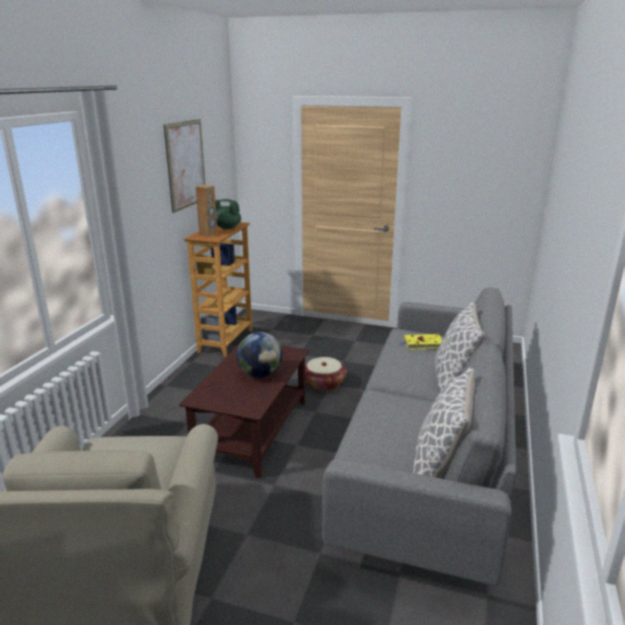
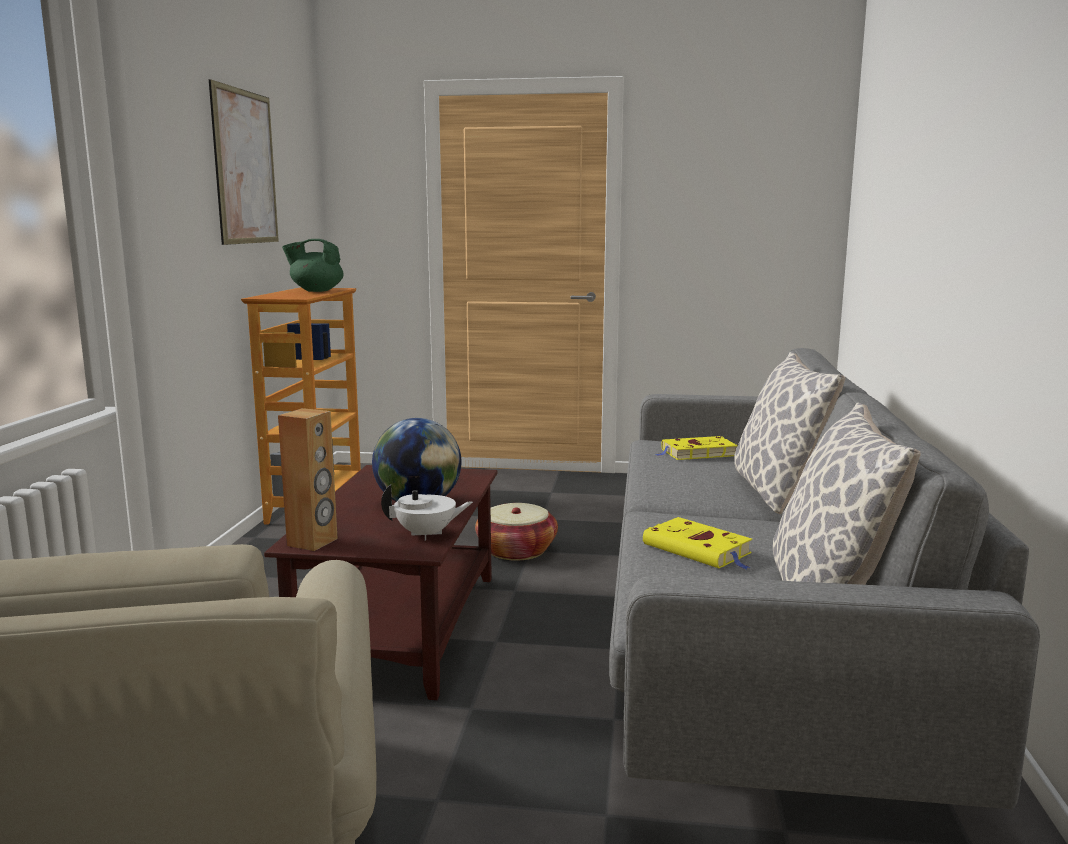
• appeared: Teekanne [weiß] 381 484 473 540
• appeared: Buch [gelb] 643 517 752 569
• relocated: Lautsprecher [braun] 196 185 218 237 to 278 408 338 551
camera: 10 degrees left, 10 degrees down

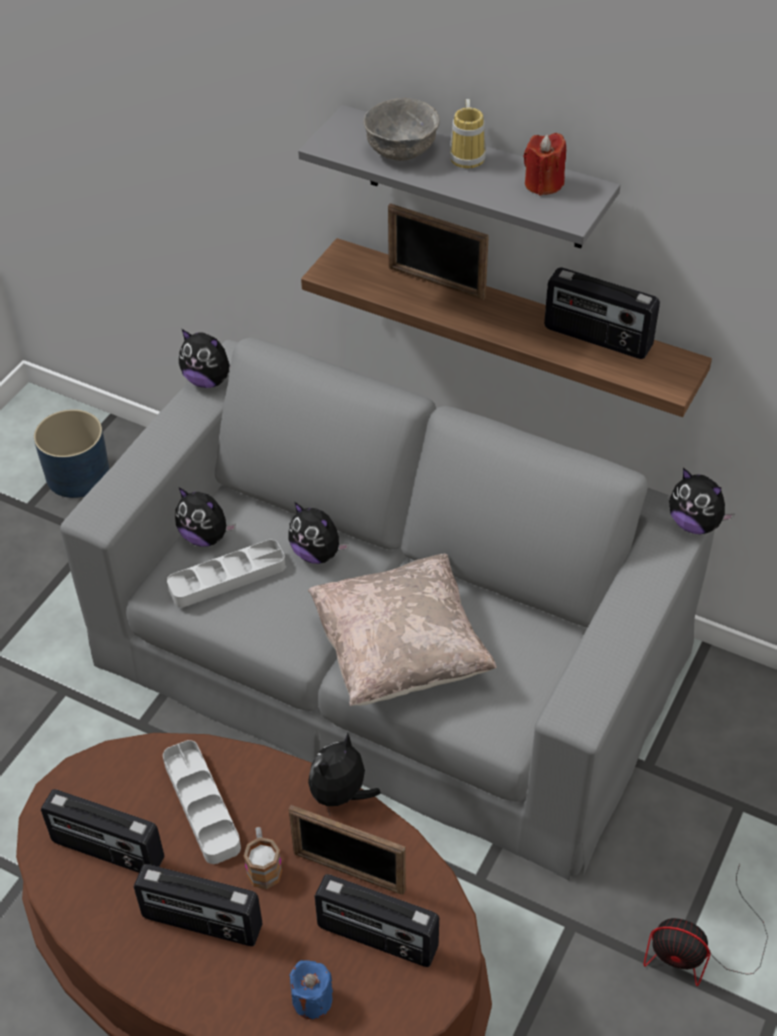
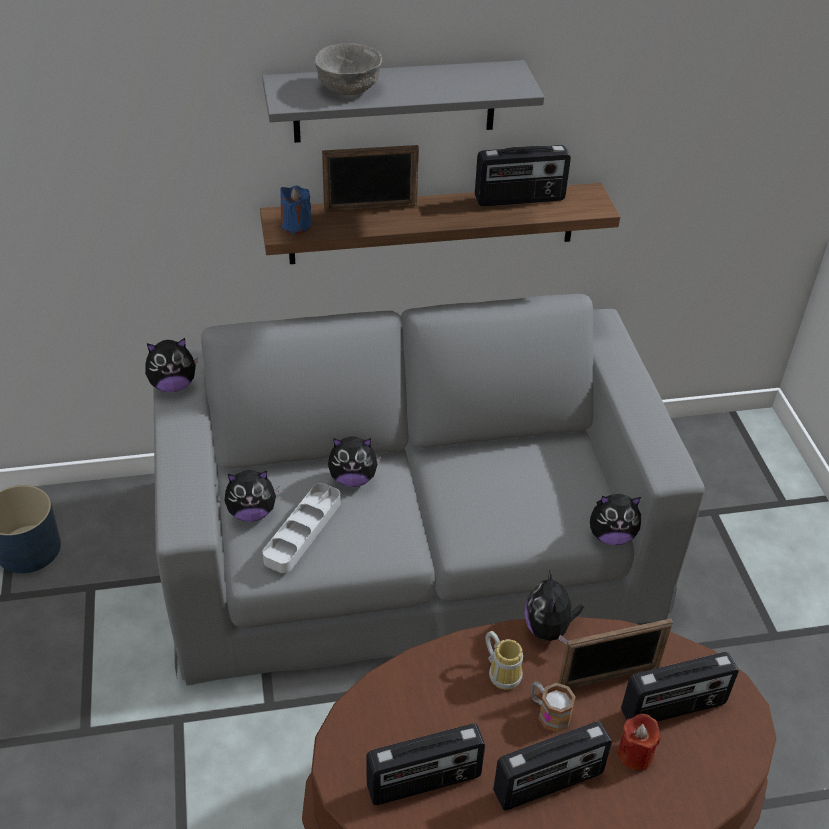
• missing: Tablett [grau] 163 740 241 864
• missing: Kissen [beige] 308 554 497 706
• missing: Ventilator 644 864 768 986
• relocated: Kerze [blau] 289 960 333 1019 to 280 186 311 233
• relocated: Henkelbecher 449 99 486 168 to 485 631 523 690
• relocated: Kerze [rot] 523 133 566 196 to 618 714 661 770
• relocated: Plüschtier 669 468 734 534 to 590 494 641 545
camera: 40 degrees left, 5 degrees down

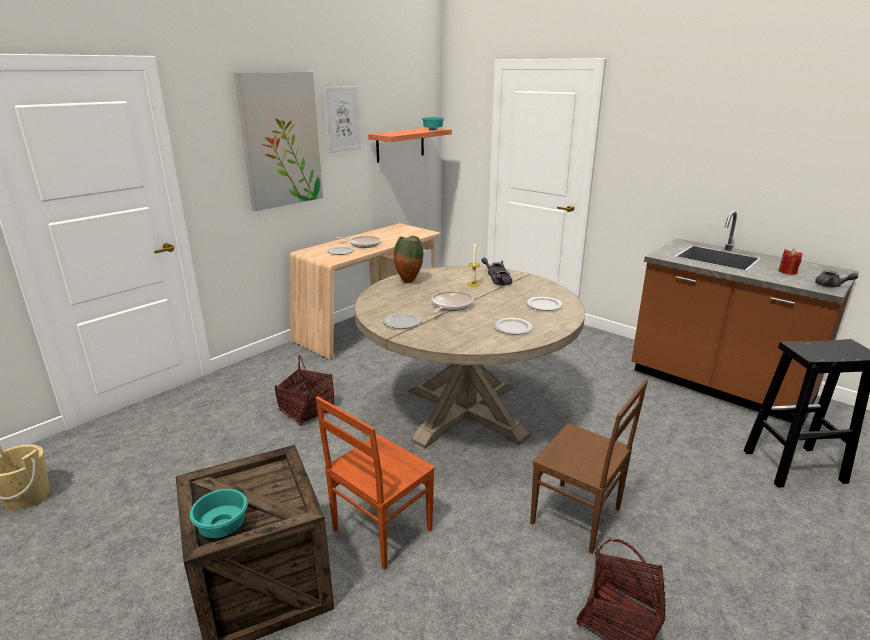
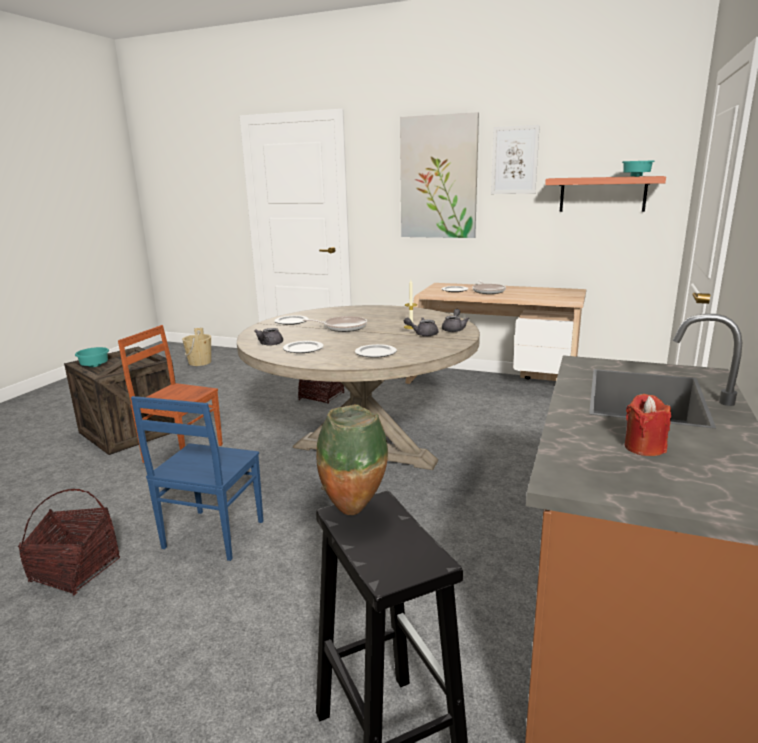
• relocated: Vase 394 236 423 283 to 316 405 388 515
• relocated: Teekanne [grau] 815 271 858 287 to 254 328 283 345
• colour: Stuhl [braun] 530 379 648 554 to Stuhl [blau] 131 396 263 561
camera: 70 degrees right, 5 degrees down

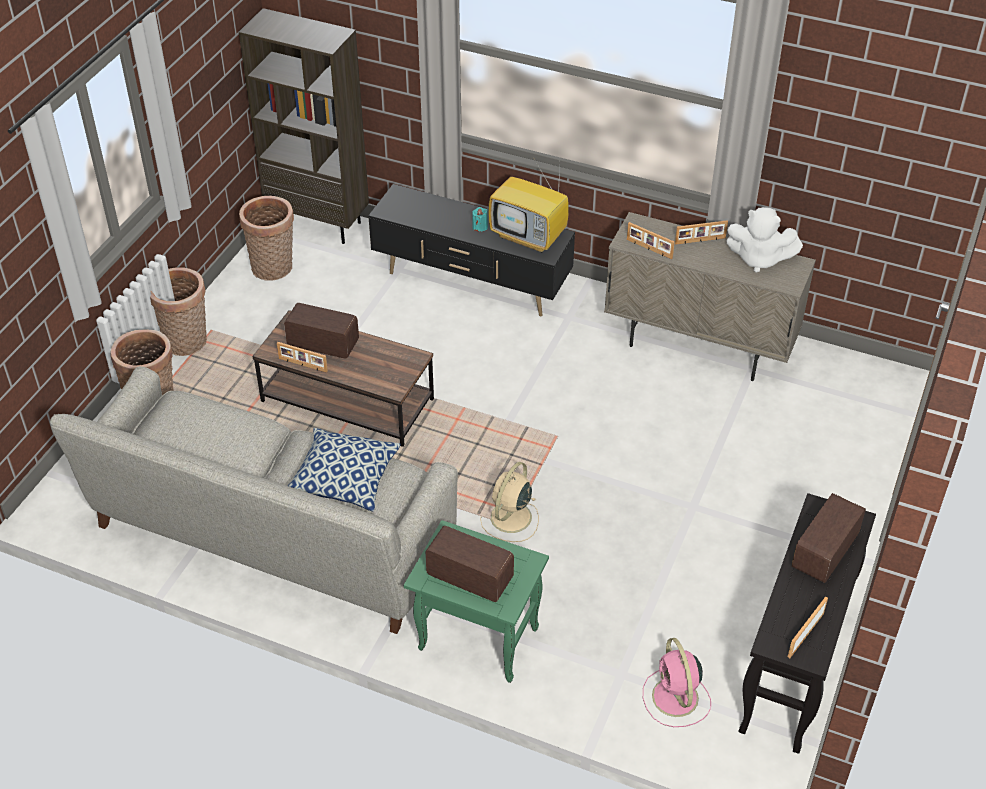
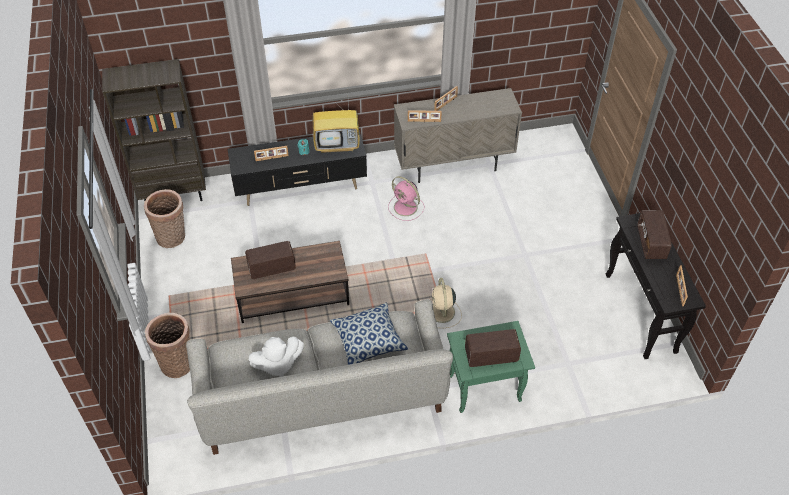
• missing: Korb 150 267 207 356
• relocated: Bilderrahmen 277 342 328 373 to 254 146 289 161
• relocated: Ventilator [rosa] 643 638 711 727 to 388 176 425 221
• relocated: Plüschtier [weiß] 726 207 803 273 to 249 337 304 377
camera: 35 degrees left, 5 degrees up

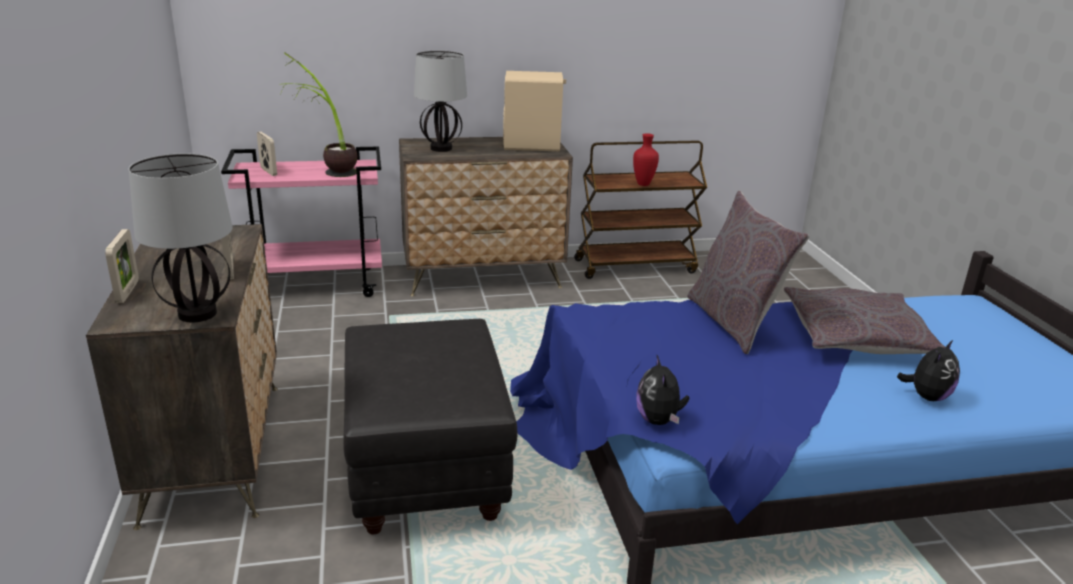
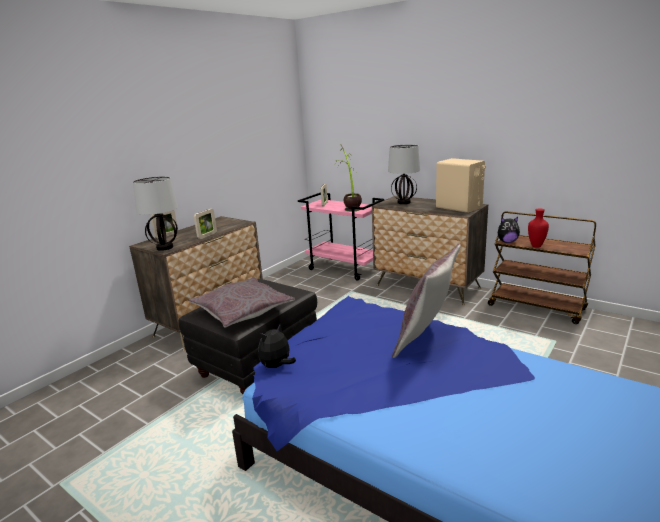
• relocated: Kissen [grau] 784 287 945 354 to 189 278 295 328
• relocated: Plüschtier 897 340 960 401 to 498 217 520 243
camera: 50 degrees right, 5 degrees down

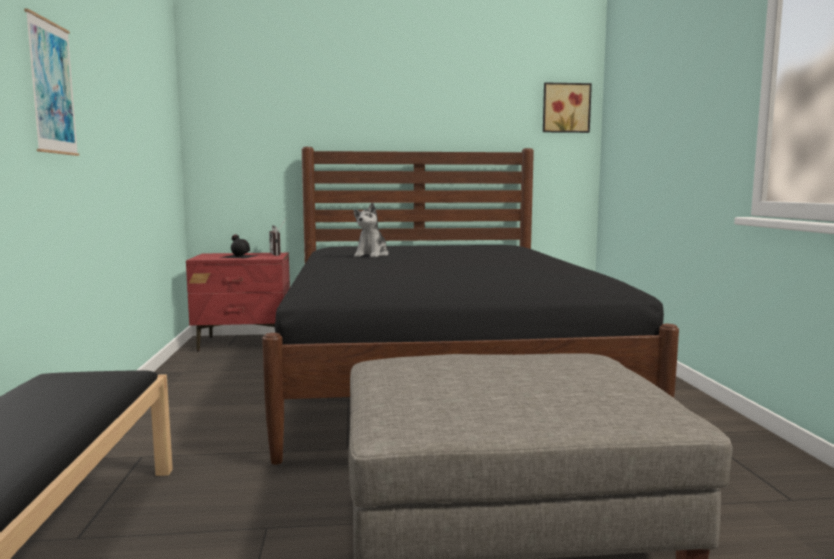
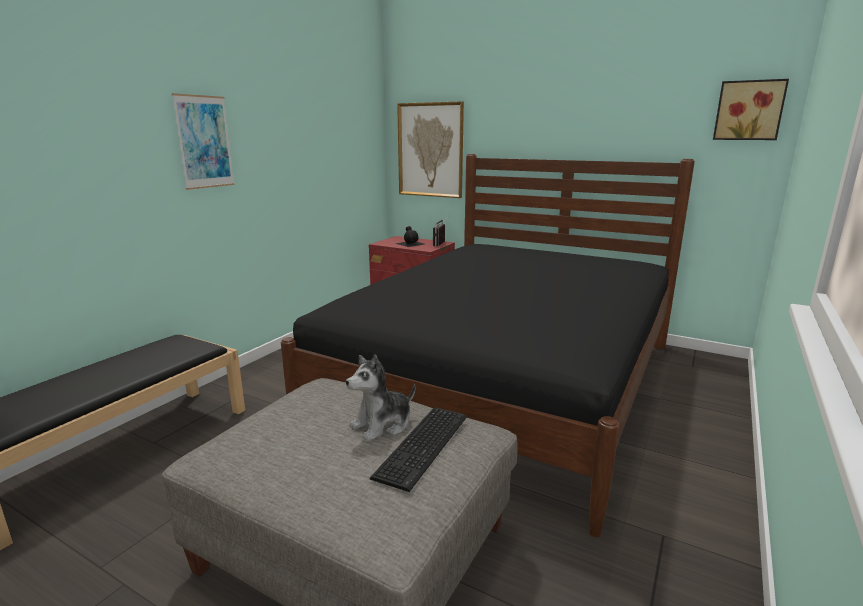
• appeared: Tastatur 370 407 467 492
• appeared: Bild 397 101 464 198
• relocated: Plüschtier 353 202 389 257 to 346 355 416 442
camera: 35 degrees right, 10 degrees up

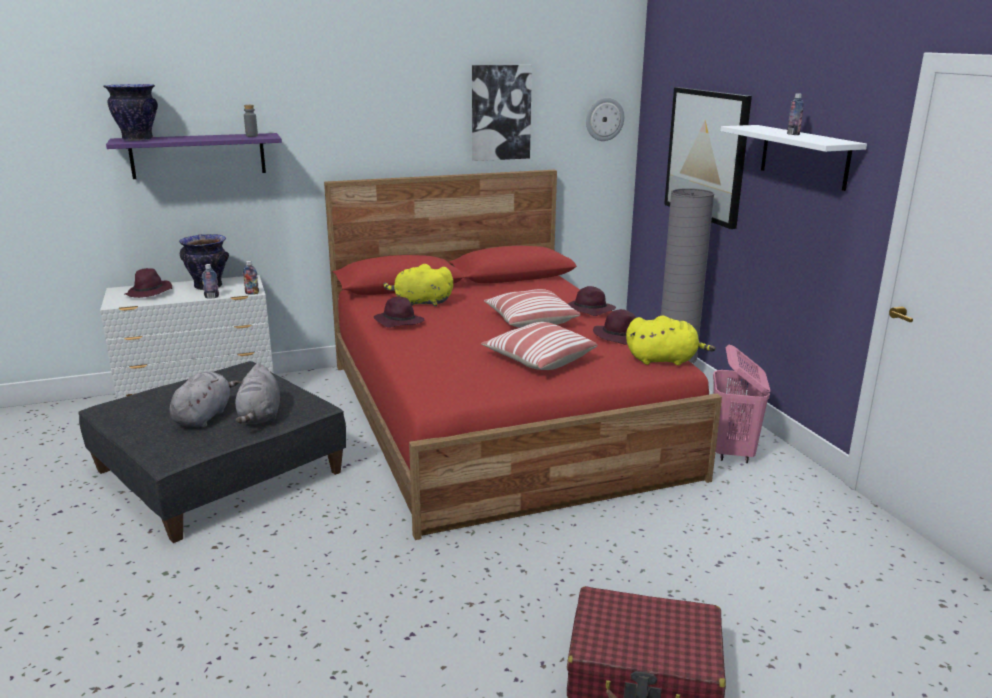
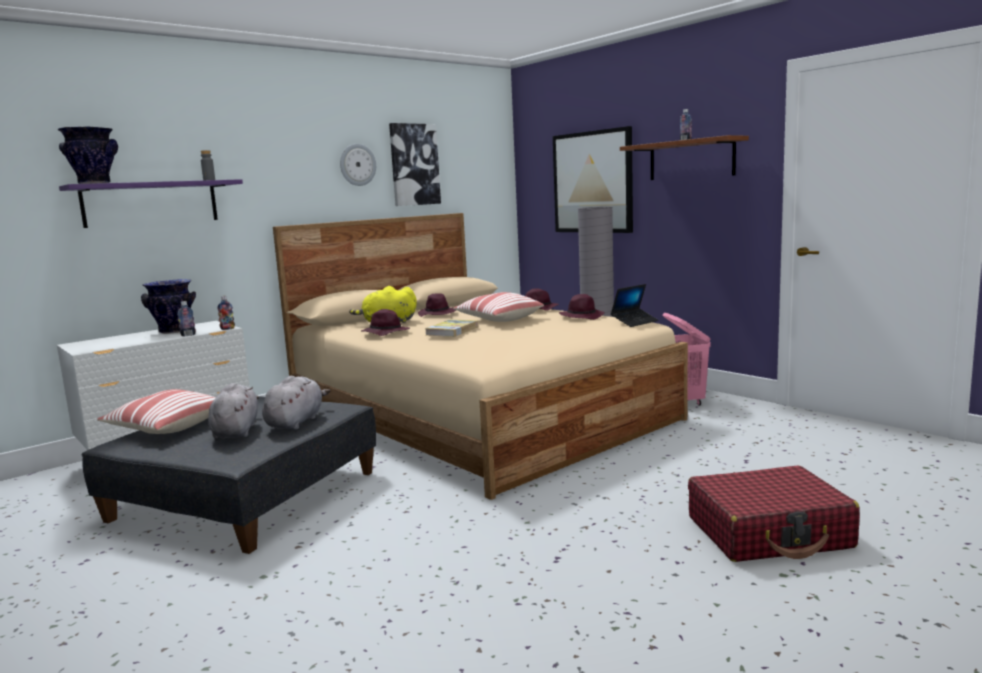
• appeared: Buch 425 319 478 337
• relocated: Hut [lila] 125 268 172 298 to 418 293 456 317
• relocated: Kissen 481 322 598 370 to 97 389 216 434
• relocated: Wanduhr 586 97 624 141 to 340 144 376 186
• exchanged: Plüschtier [gelb] 626 315 716 365 to Laptop 611 284 659 327
• colour: Bett [rot] 324 170 722 540 to Bett [beige] 273 213 688 500
• colour: Wandregal [weiß] 721 125 867 191 to Wandregal [braun] 620 135 749 180
• spun: Plüschtier [grau] 235 363 280 424 = 262 376 330 430 135 degrees counterclockwise
camera: 20 degrees left, 10 degrees down

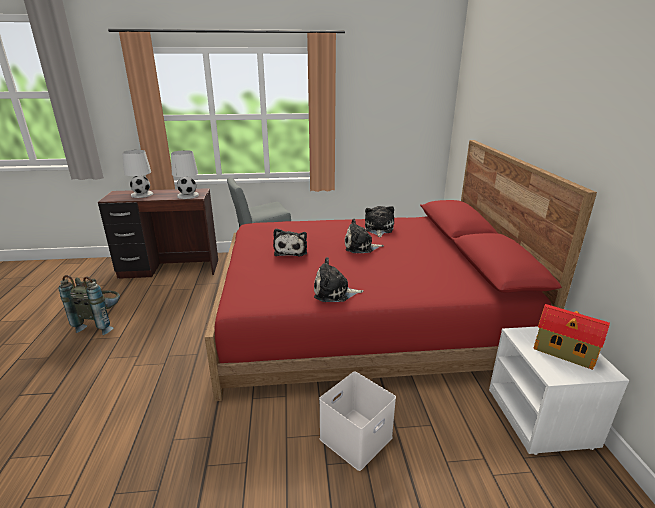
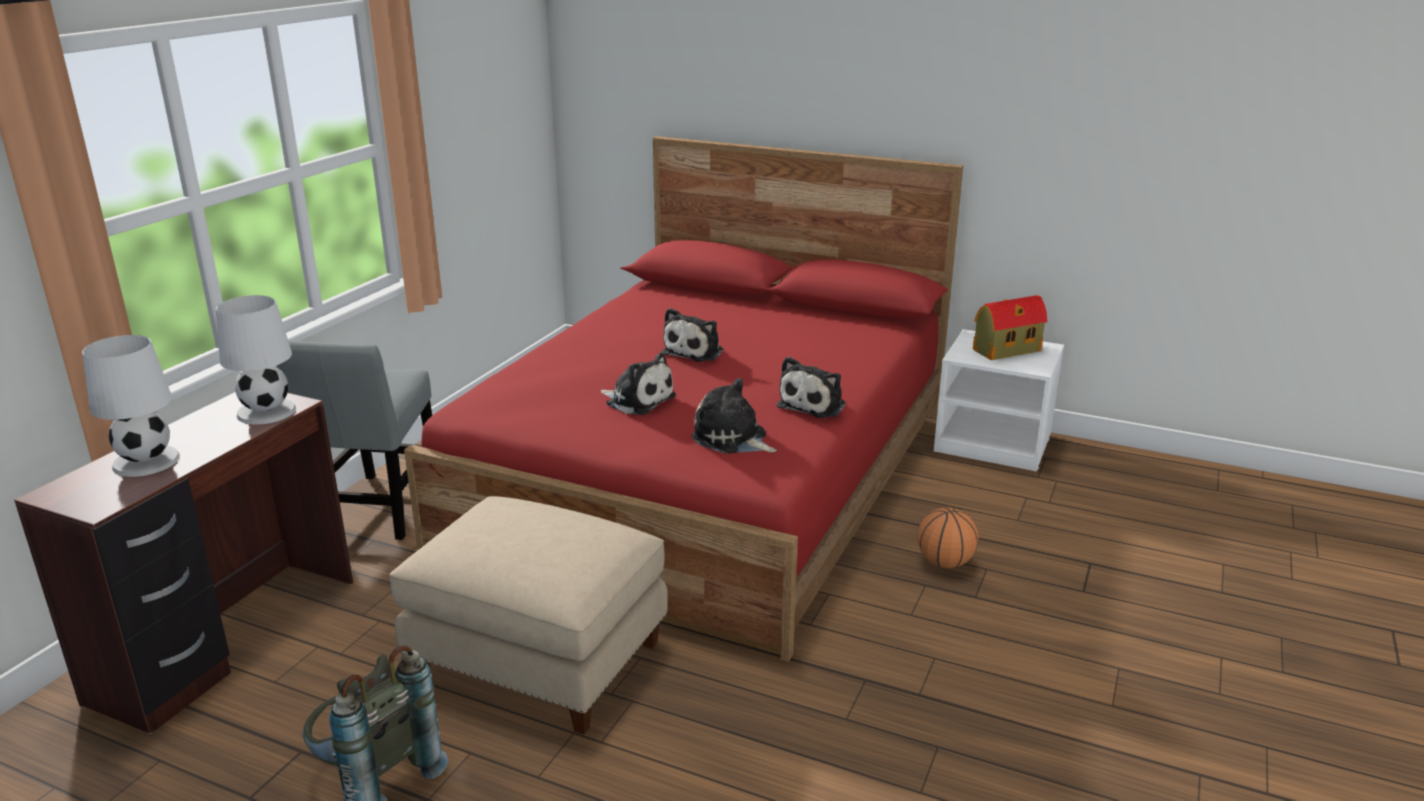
• appeared: Polsterhocker [beige] 390 496 668 735
• relocated: Plüschtier 365 206 394 237 to 691 378 777 454
• exchanged: Aufbewahrungsbox [weiß] 319 371 396 471 to Basketball 917 507 978 568
camera: 60 degrees left, 0 degrees up

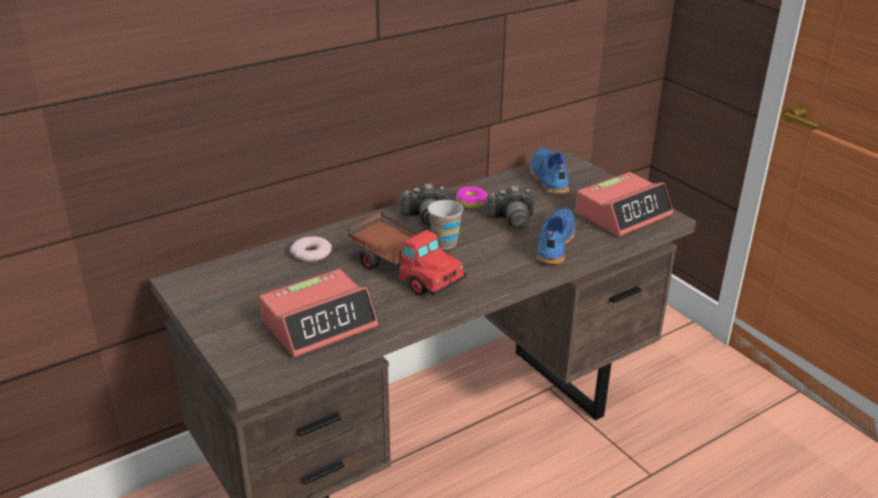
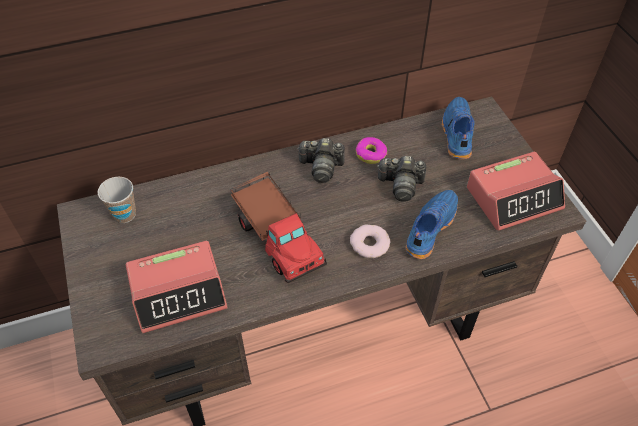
• relocated: Donut 290 236 332 262 to 350 225 391 258
• relocated: Tasse 428 200 463 249 to 98 177 136 223
camera: 15 degrees right, 20 degrees up

